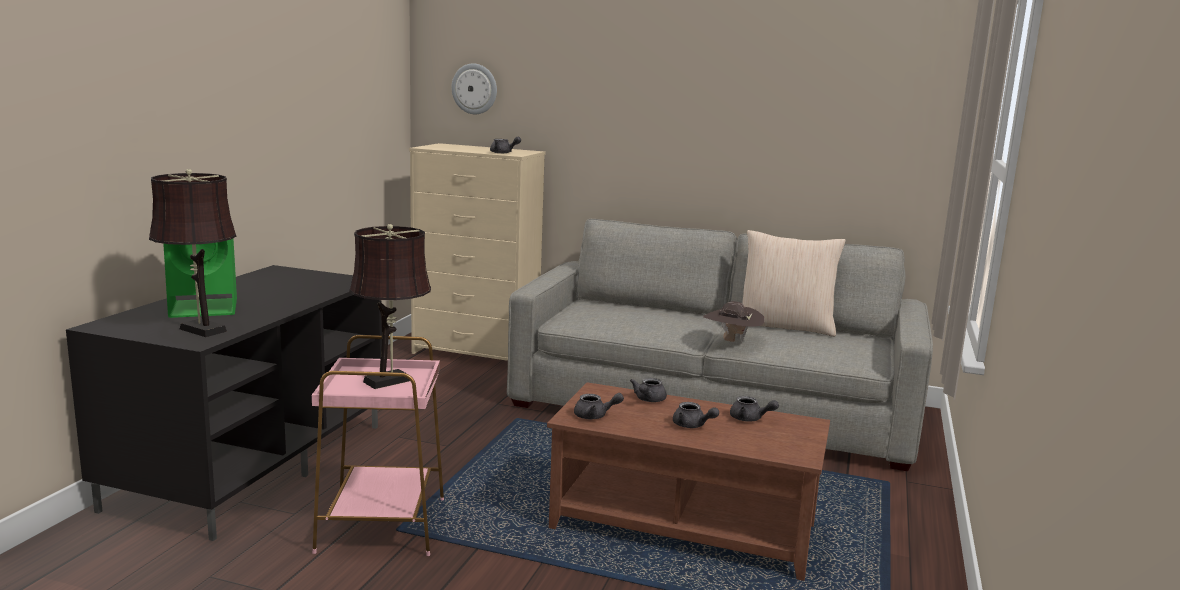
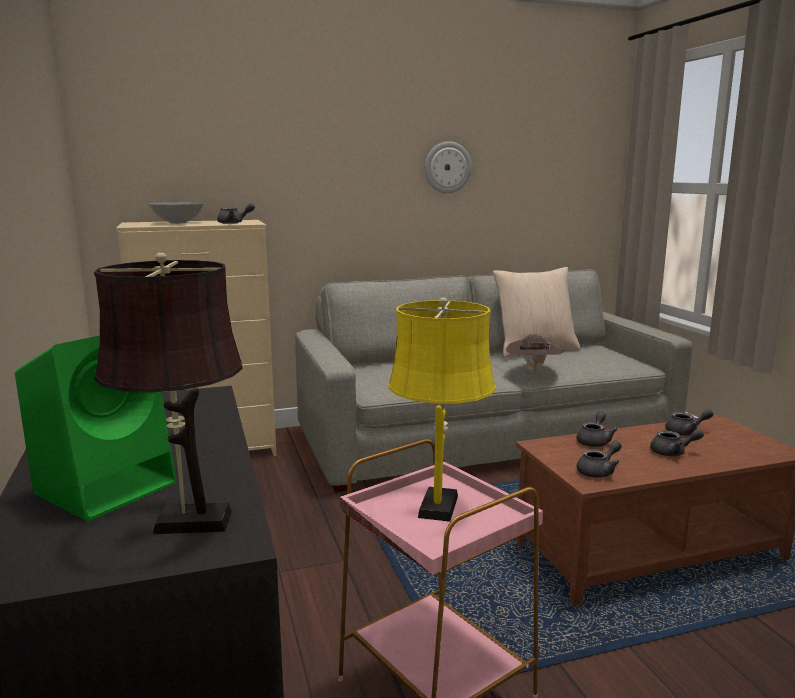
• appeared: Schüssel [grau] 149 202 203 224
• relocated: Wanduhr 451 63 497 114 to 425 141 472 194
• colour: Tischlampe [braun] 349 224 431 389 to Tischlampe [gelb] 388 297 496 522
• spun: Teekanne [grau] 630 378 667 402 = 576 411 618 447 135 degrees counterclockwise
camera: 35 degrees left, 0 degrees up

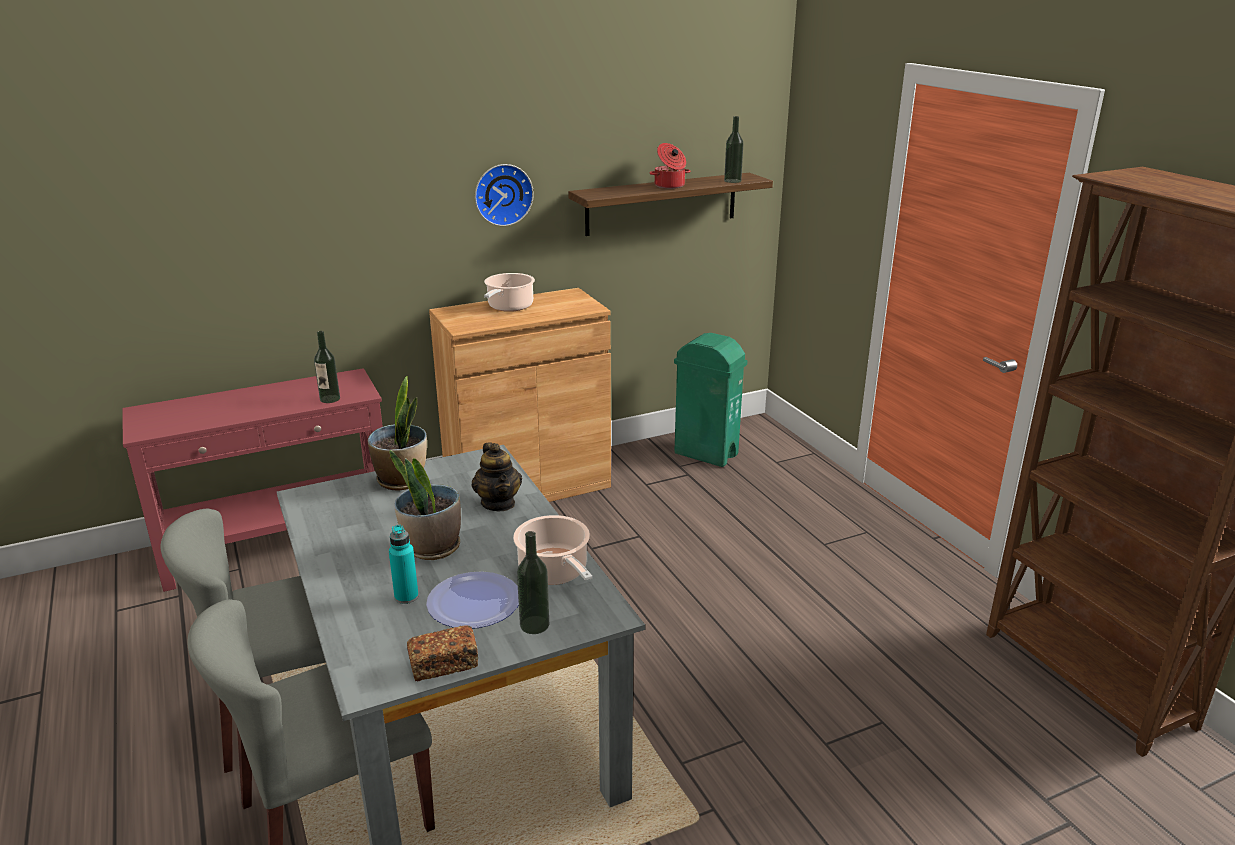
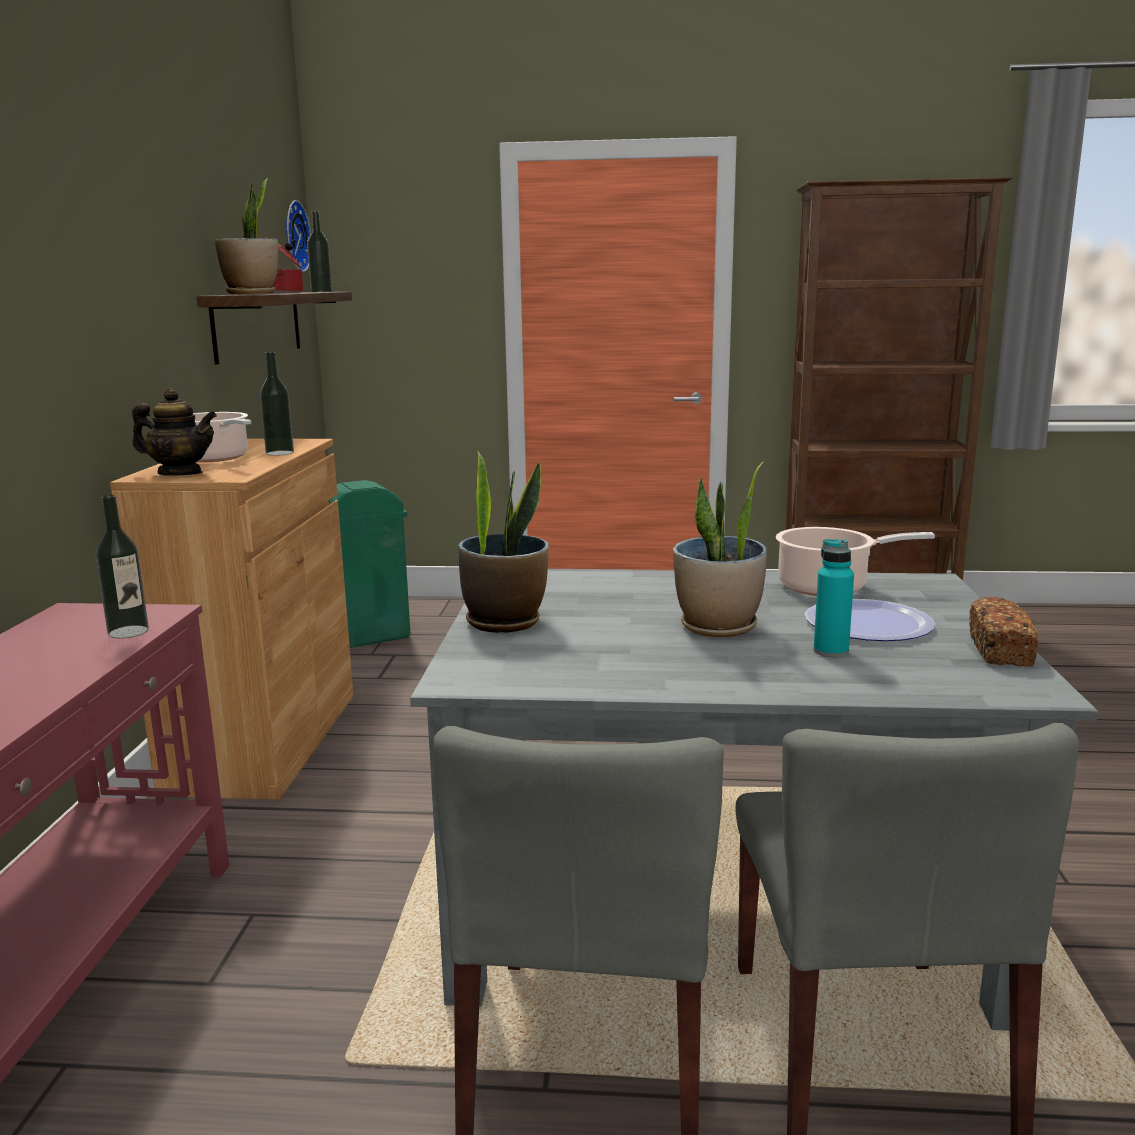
• appeared: Topfpflanze 215 178 278 294
• relocated: Teekanne 472 442 522 511 to 132 388 217 476
• relocated: Wanduhr 475 164 534 226 to 286 200 311 272
• relocated: Flasche 517 531 549 634 to 260 352 294 456
camera: 60 degrees left, 10 degrees down

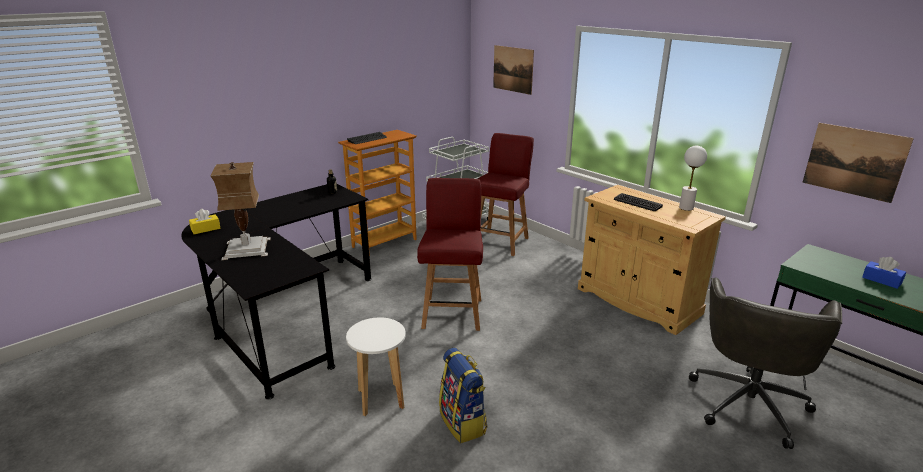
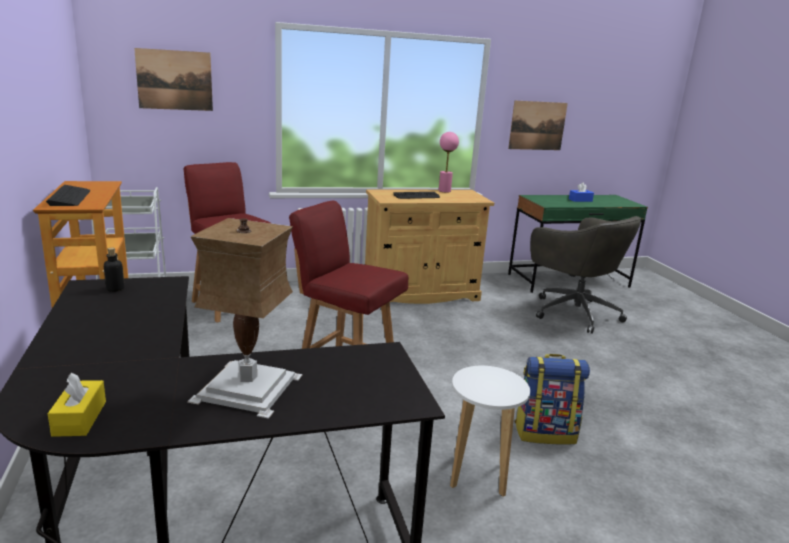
• colour: Tischlampe [weiß] 679 146 707 211 to Tischlampe [rosa] 439 132 459 193
camera: 65 degrees left, 5 degrees down

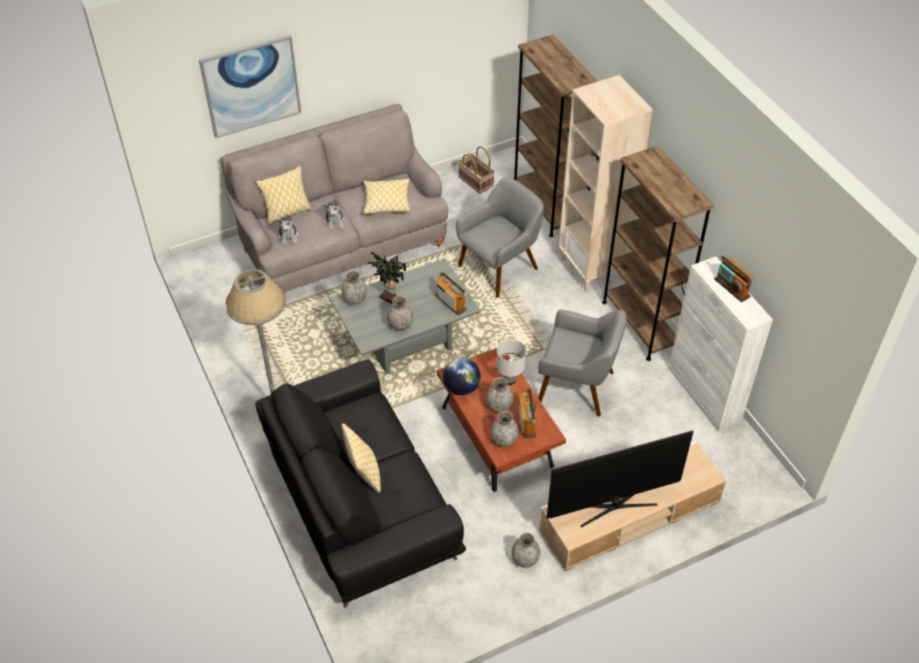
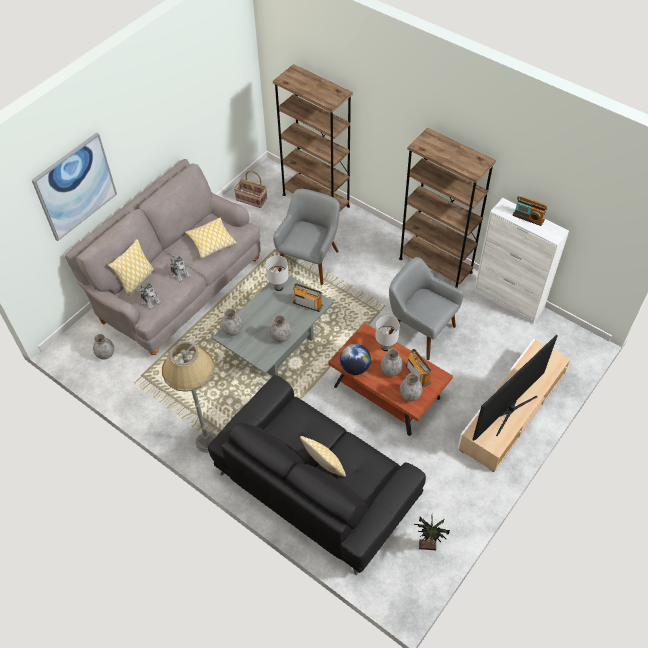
• missing: Bücherregal [beige] 558 75 653 292
• appeared: Tischlampe [weiß] 265 255 289 291
• relocated: Topfpflanze 368 252 406 304 to 414 516 450 550
• relocated: Vase [grau] 512 532 540 568 to 93 334 114 359
• spun: Sessel [grau] 538 310 626 416 = 389 257 464 360 135 degrees counterclockwise
camera: 25 degrees left, 5 degrees up

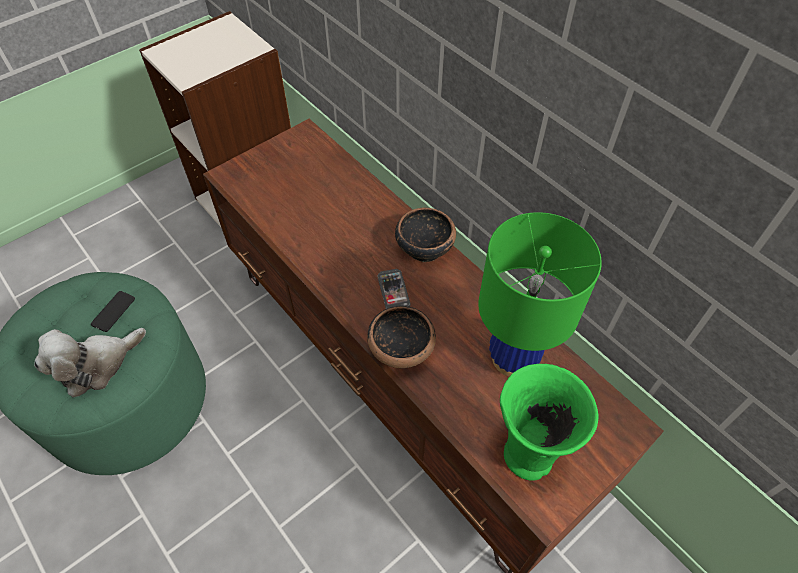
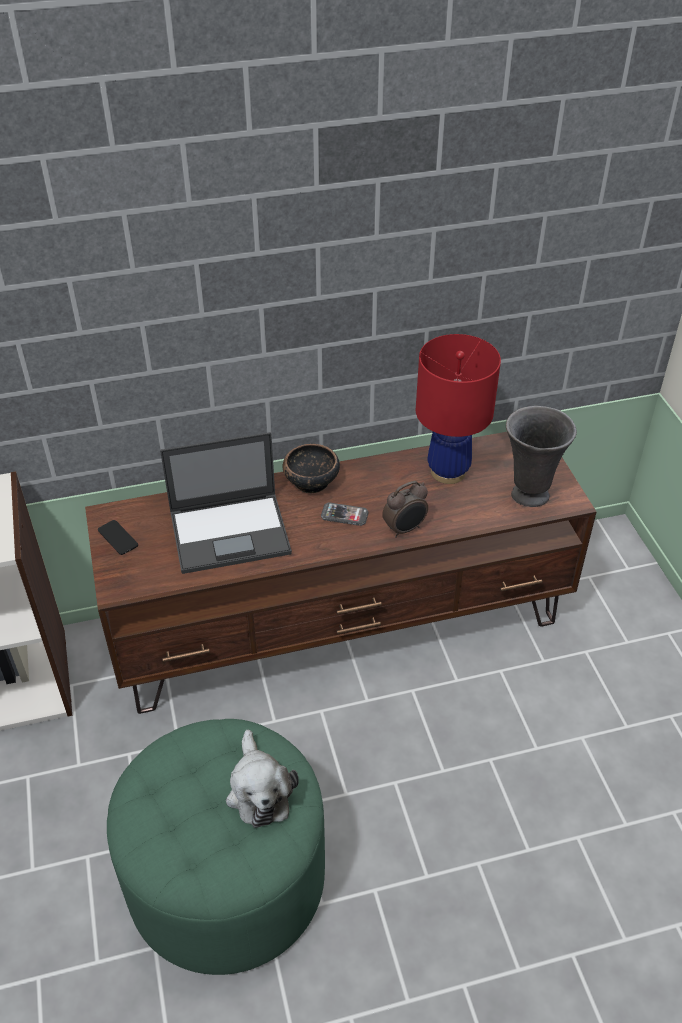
• appeared: Laptop 160 432 292 574
• relocated: Handy 91 291 135 332 to 98 520 138 555
• exchanged: Schüssel 367 306 436 368 to Wecker 382 481 428 538
• colour: Tischlampe [grün] 478 212 602 377 to Tischlampe [rot] 416 334 501 484
• colour: Vase [grün] 500 364 598 481 to Vase [grau] 506 406 577 507
camera: 65 degrees left, 10 degrees down

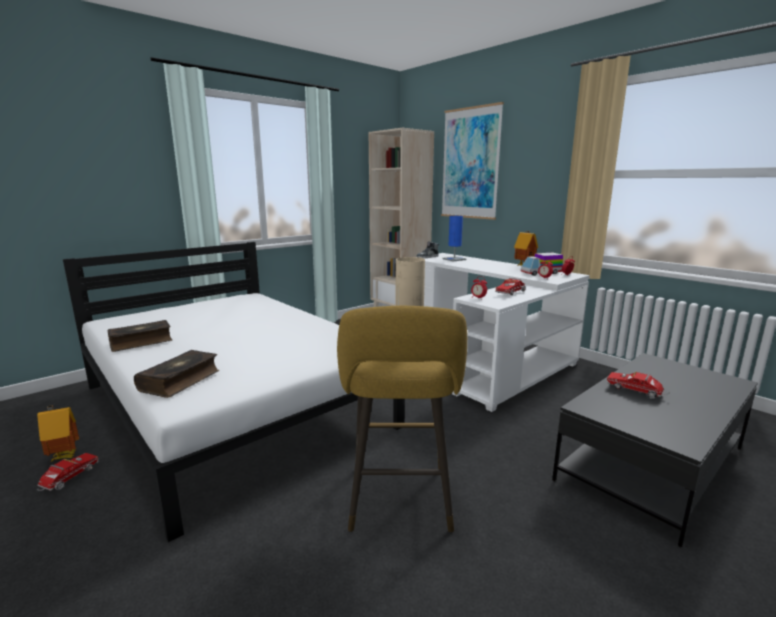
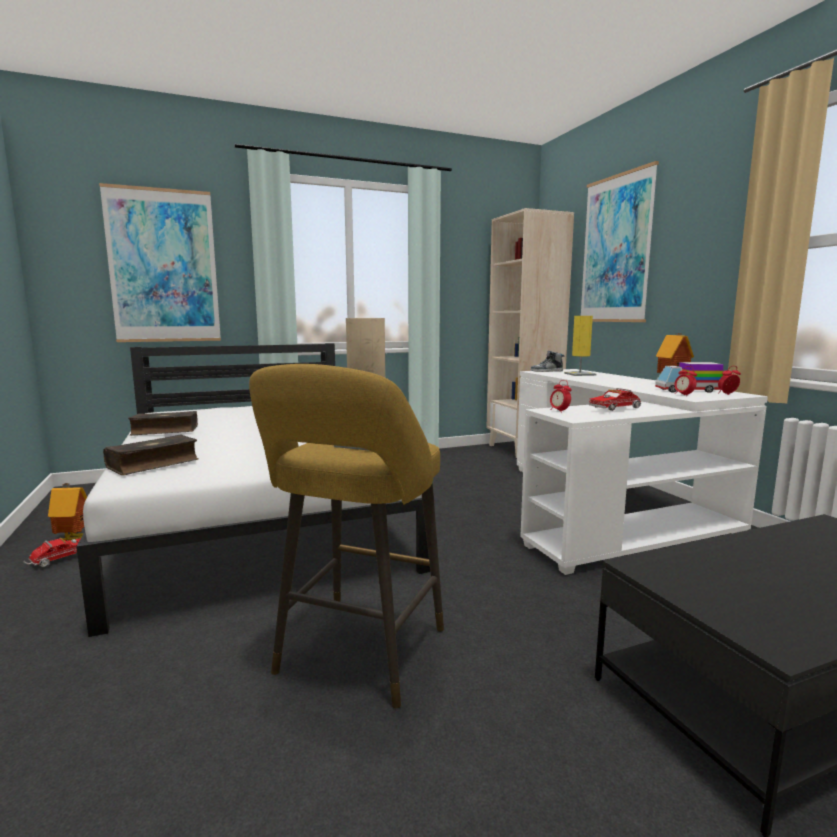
• missing: Spielzeuglaster 607 371 670 399
• appeared: Bild 99 183 221 342
• colour: Tischlampe [blau] 442 216 467 262 to Tischlampe [gelb] 564 316 597 376
camera: 20 degrees right, 5 degrees down

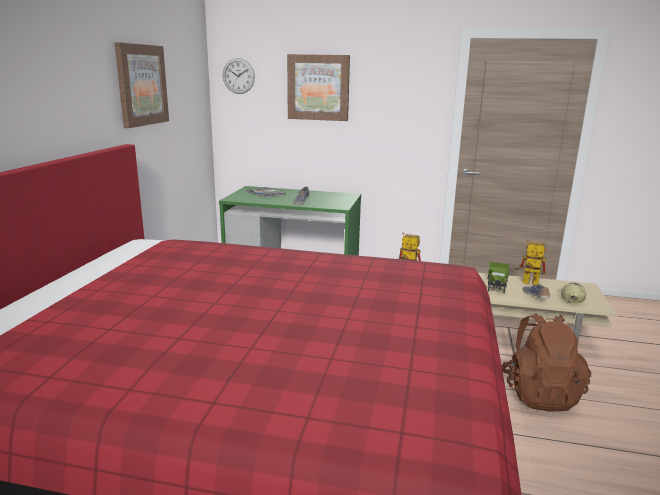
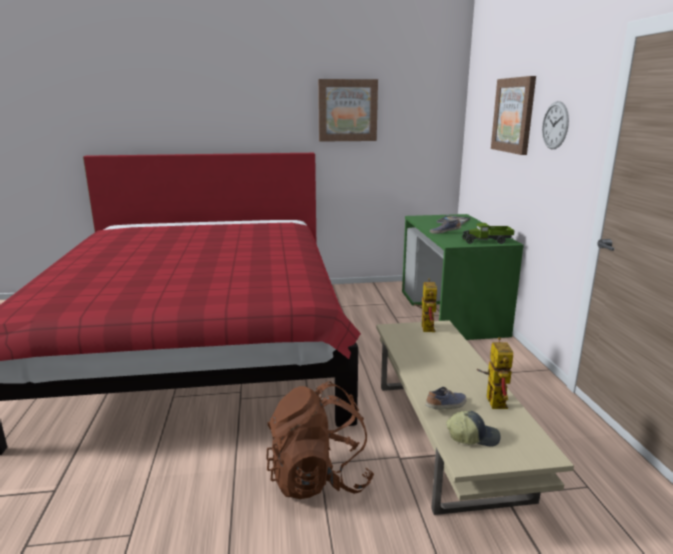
• relocated: Wanduhr 223 58 255 94 to 542 101 569 149
• relocated: Spielzeuglaster 488 262 511 294 to 462 223 515 244
camera: 70 degrees right, 0 degrees up

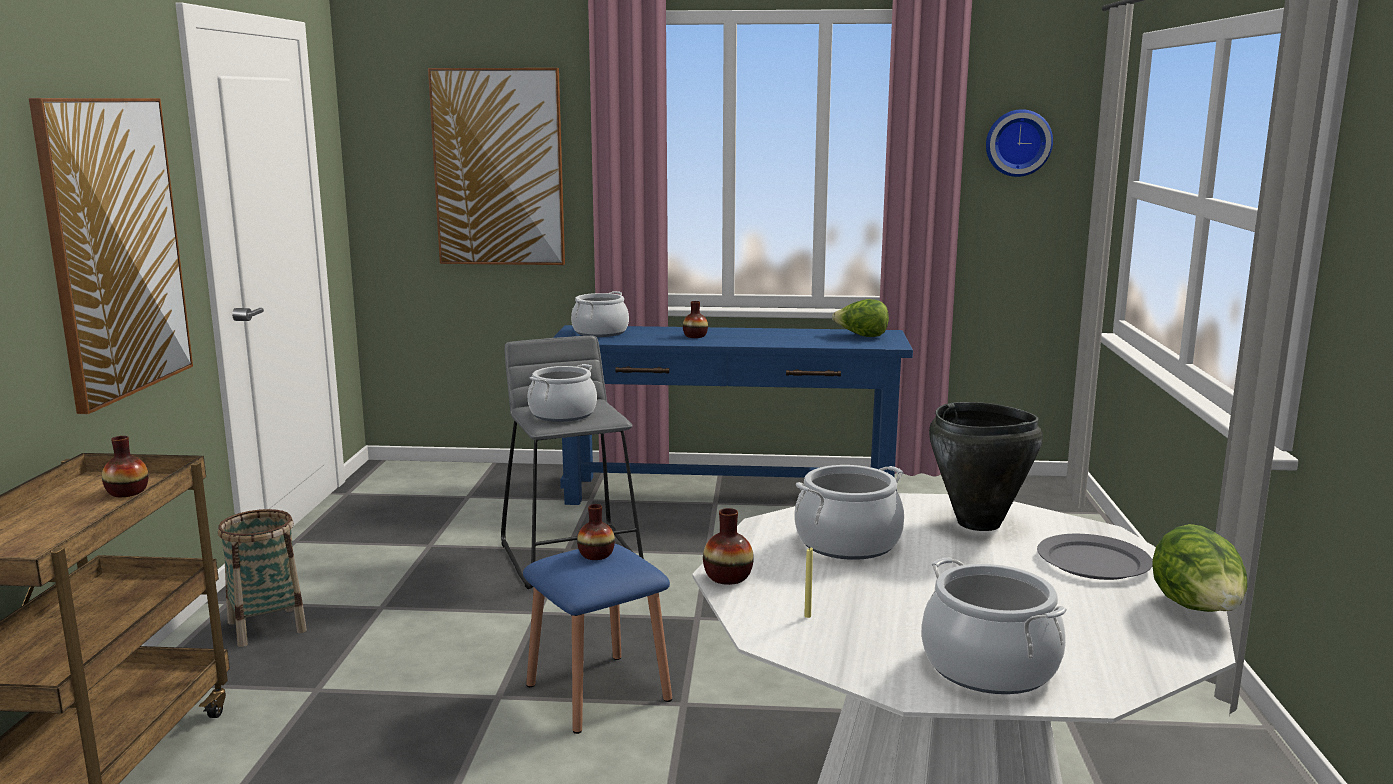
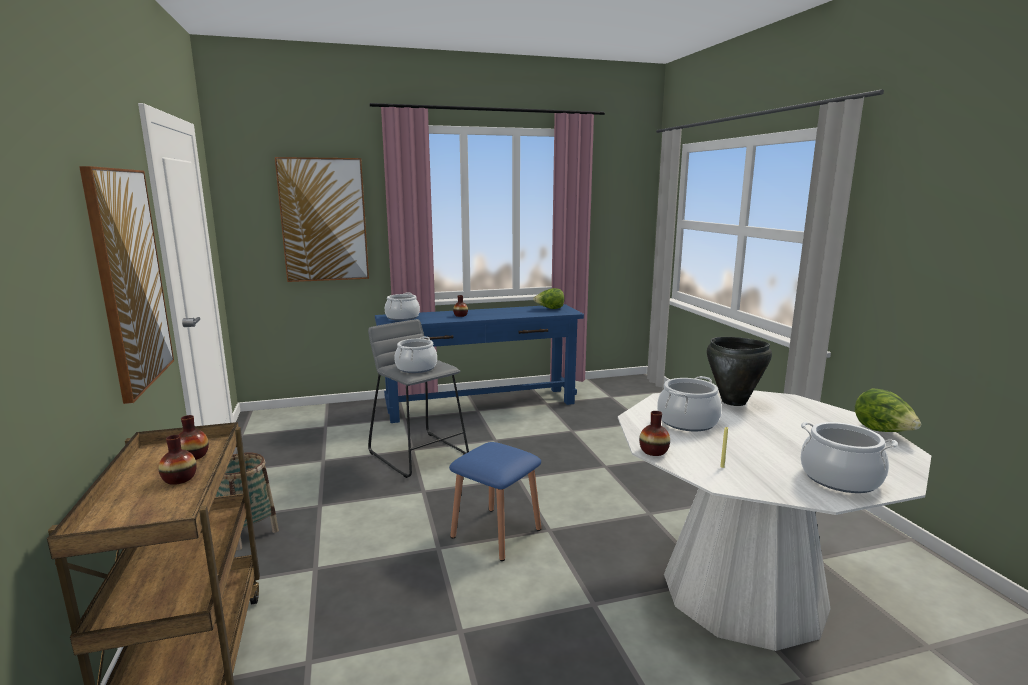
• missing: Wanduhr 986 109 1053 177
• missing: Teller [grau] 1037 534 1152 580
• relocated: Vase 577 504 615 560 to 158 435 197 485
camera: 20 degrees left, 0 degrees up

